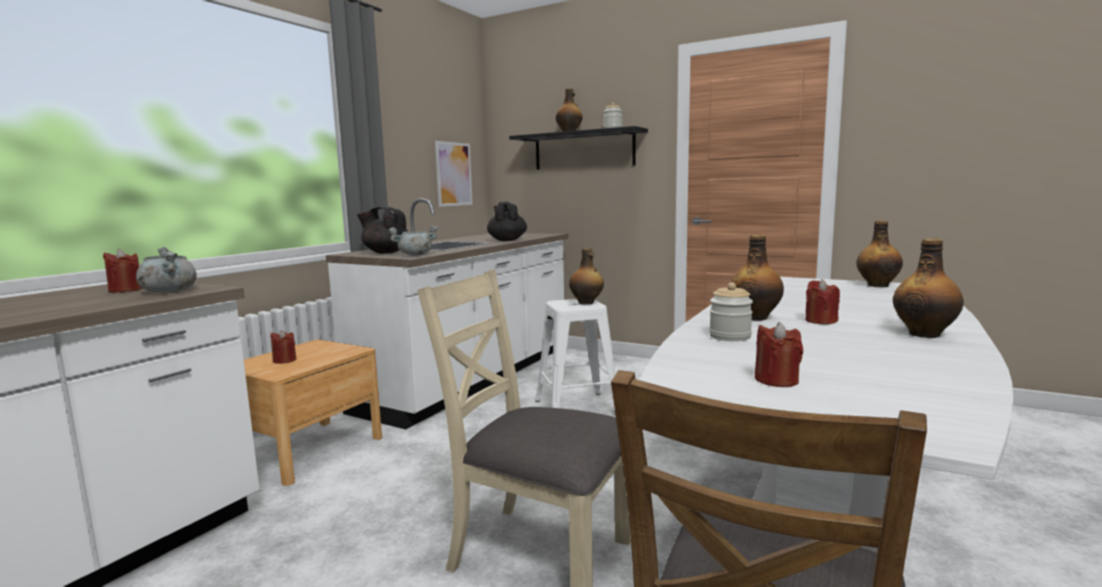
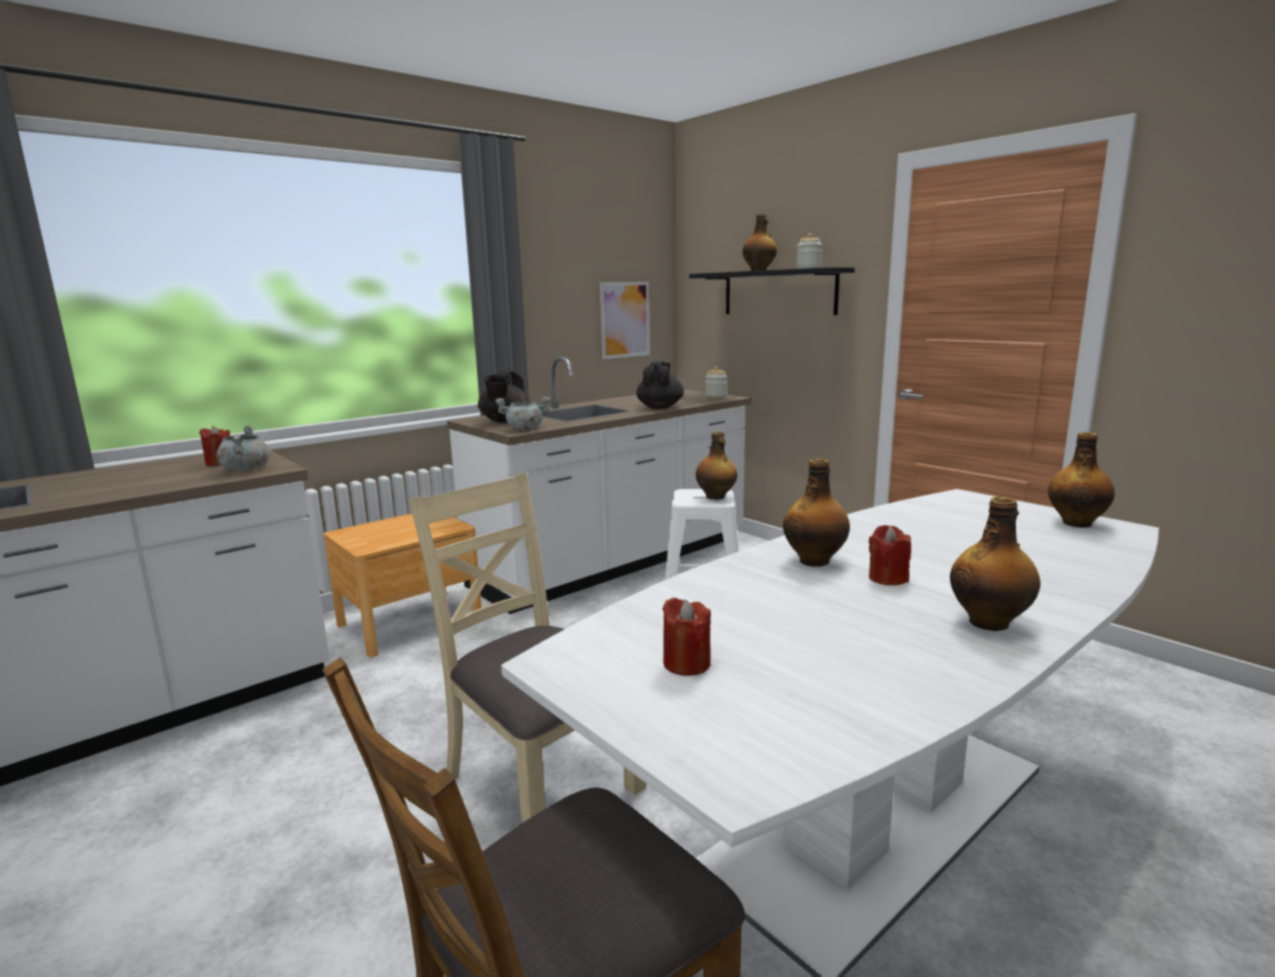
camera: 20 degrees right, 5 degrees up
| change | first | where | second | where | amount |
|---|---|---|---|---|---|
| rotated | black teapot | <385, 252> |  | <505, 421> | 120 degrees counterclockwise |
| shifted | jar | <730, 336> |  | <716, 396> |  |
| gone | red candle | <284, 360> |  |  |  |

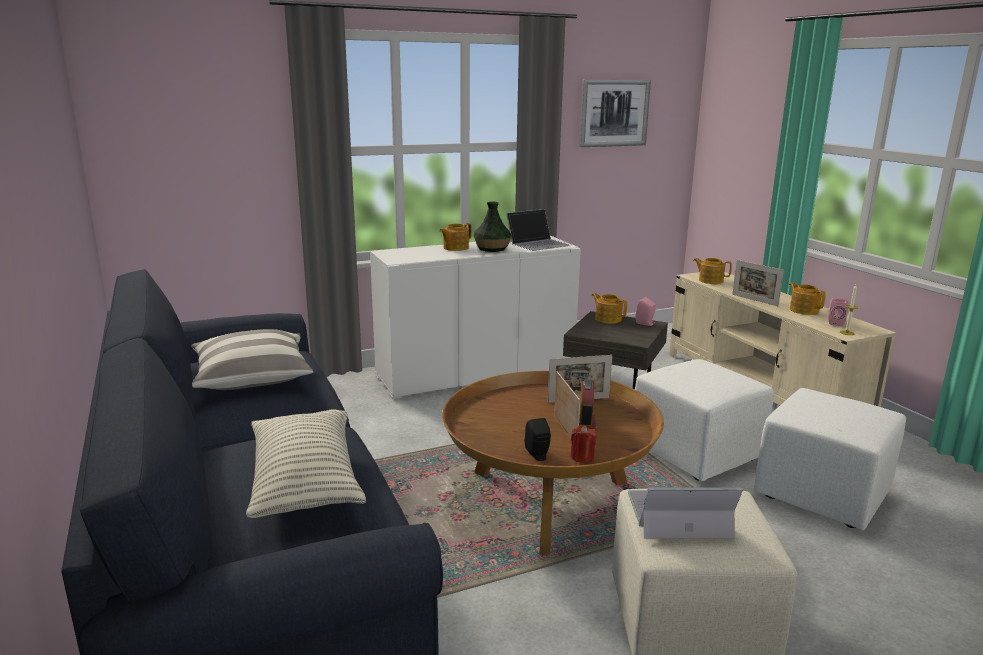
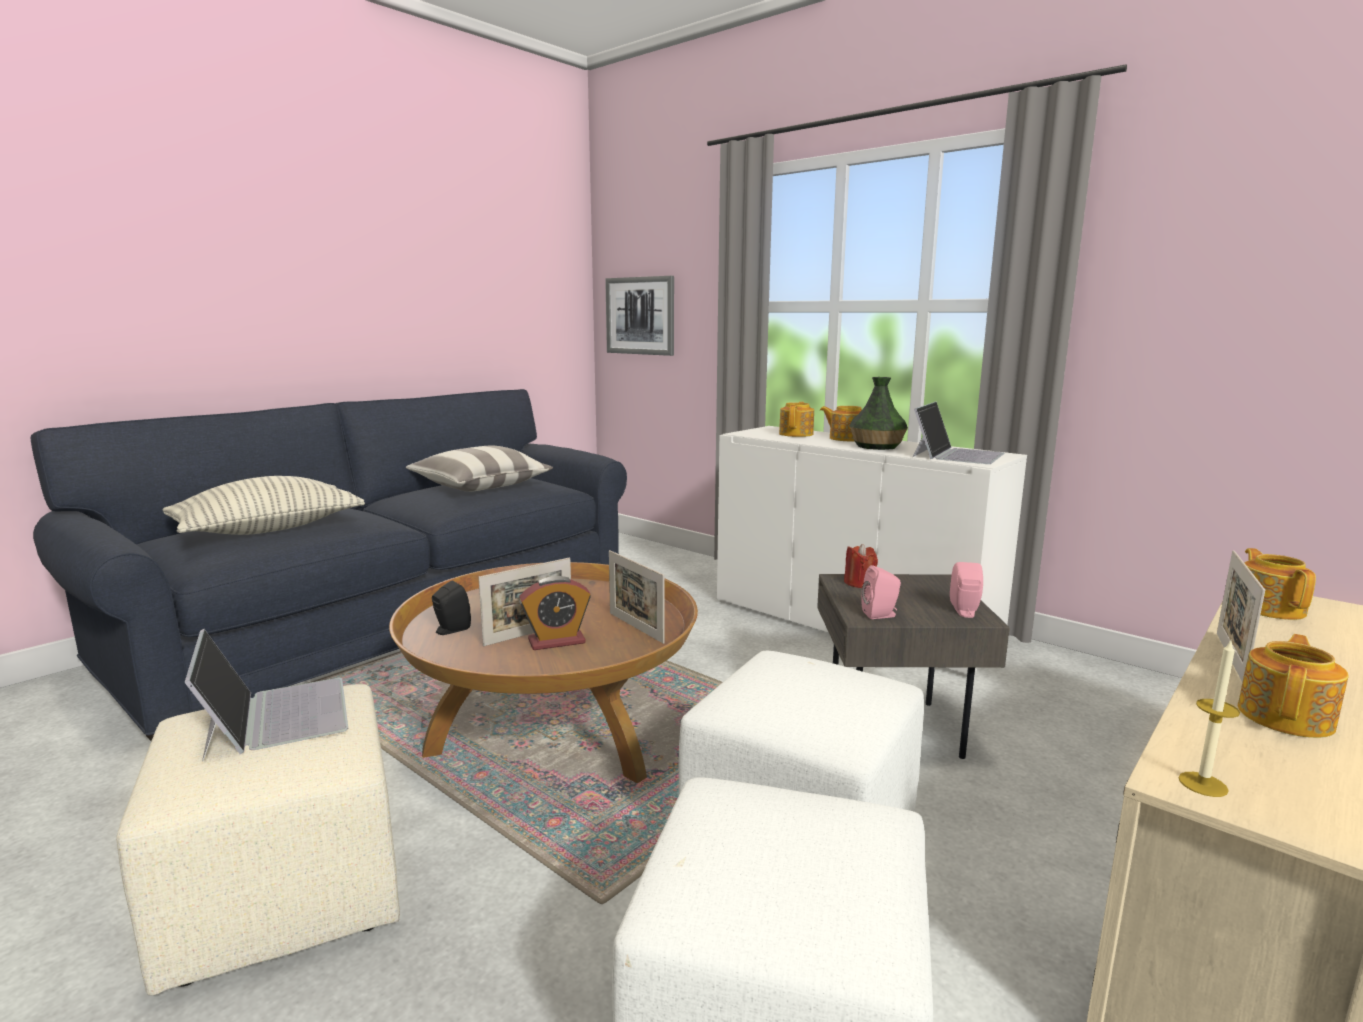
camera: 65 degrees right, 5 degrees down
| change | first | where | second | where | amount |
|---|---|---|---|---|---|
| shifted | picture | <614, 113> |  | <640, 316> |  |
| shifted | teapot | <607, 319> |  | <796, 434> |  |
| shifted | red candle | <582, 457> |  | <859, 583> |  |
| shifted | pink speaker | <834, 323> |  | <881, 615> |  |
| rotated | laptop | <537, 243> |  | <957, 455> | 90 degrees counterclockwise |

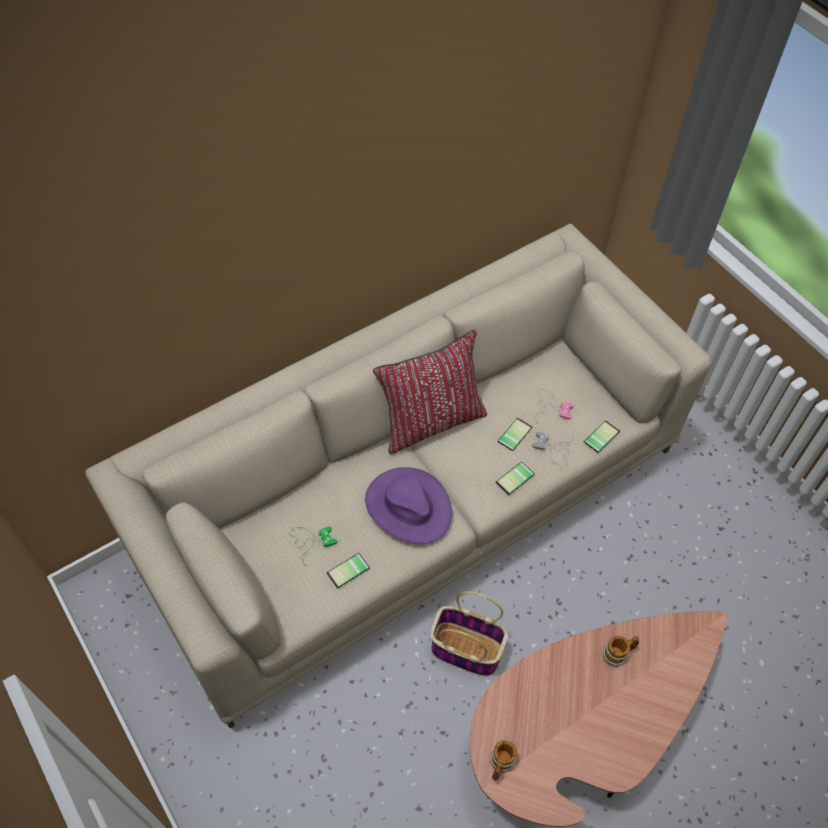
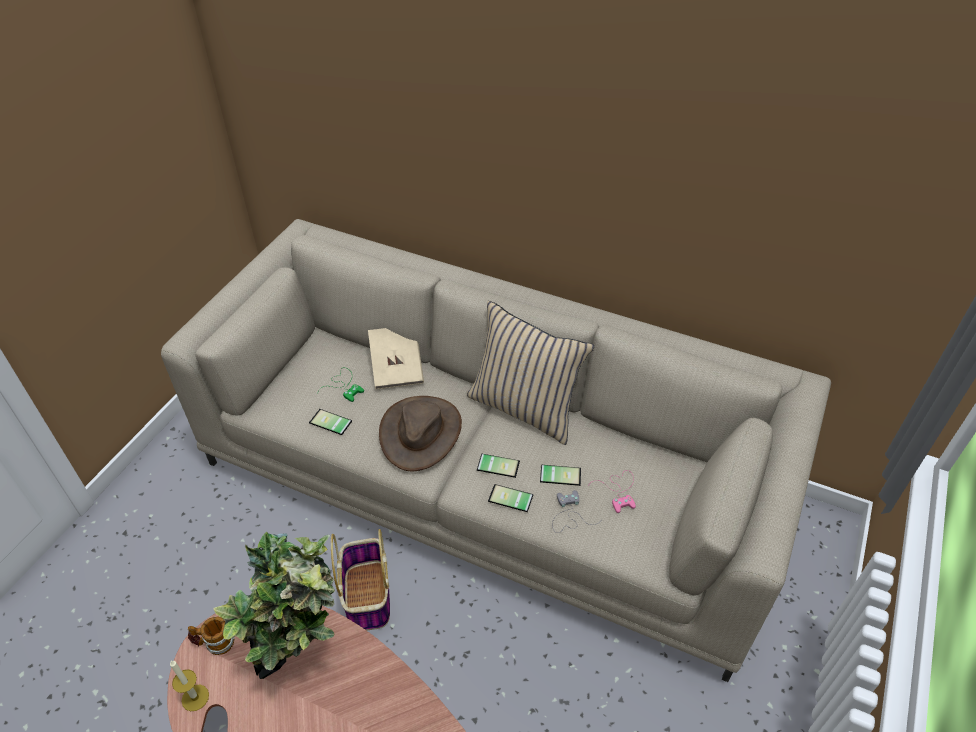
camera: 60 degrees right, 10 degrees down
| change | first | where | second | where | amount |
|---|---|---|---|---|---|
| new |  |  | candle | <195, 697> |  |
| new |  |  | potted plant | <302, 658> |  |
| new |  |  | beige book | <397, 368> |  |
| repainted | purple hat | <408, 507> | brown hat | <420, 432> |  |
| repainted | red pillow | <430, 421> | beige pillow | <525, 408> |  |
| shifted | phone | <600, 435> |  | <498, 464> |  |
| gone | mug | <619, 653> |  |  |  |

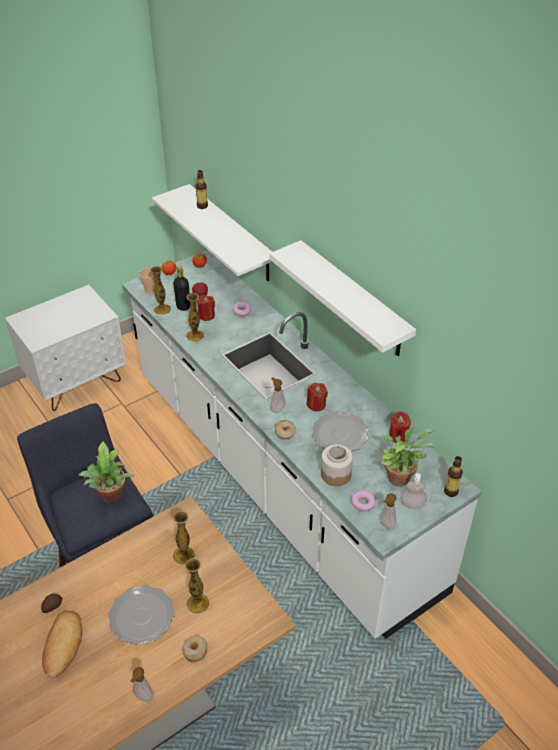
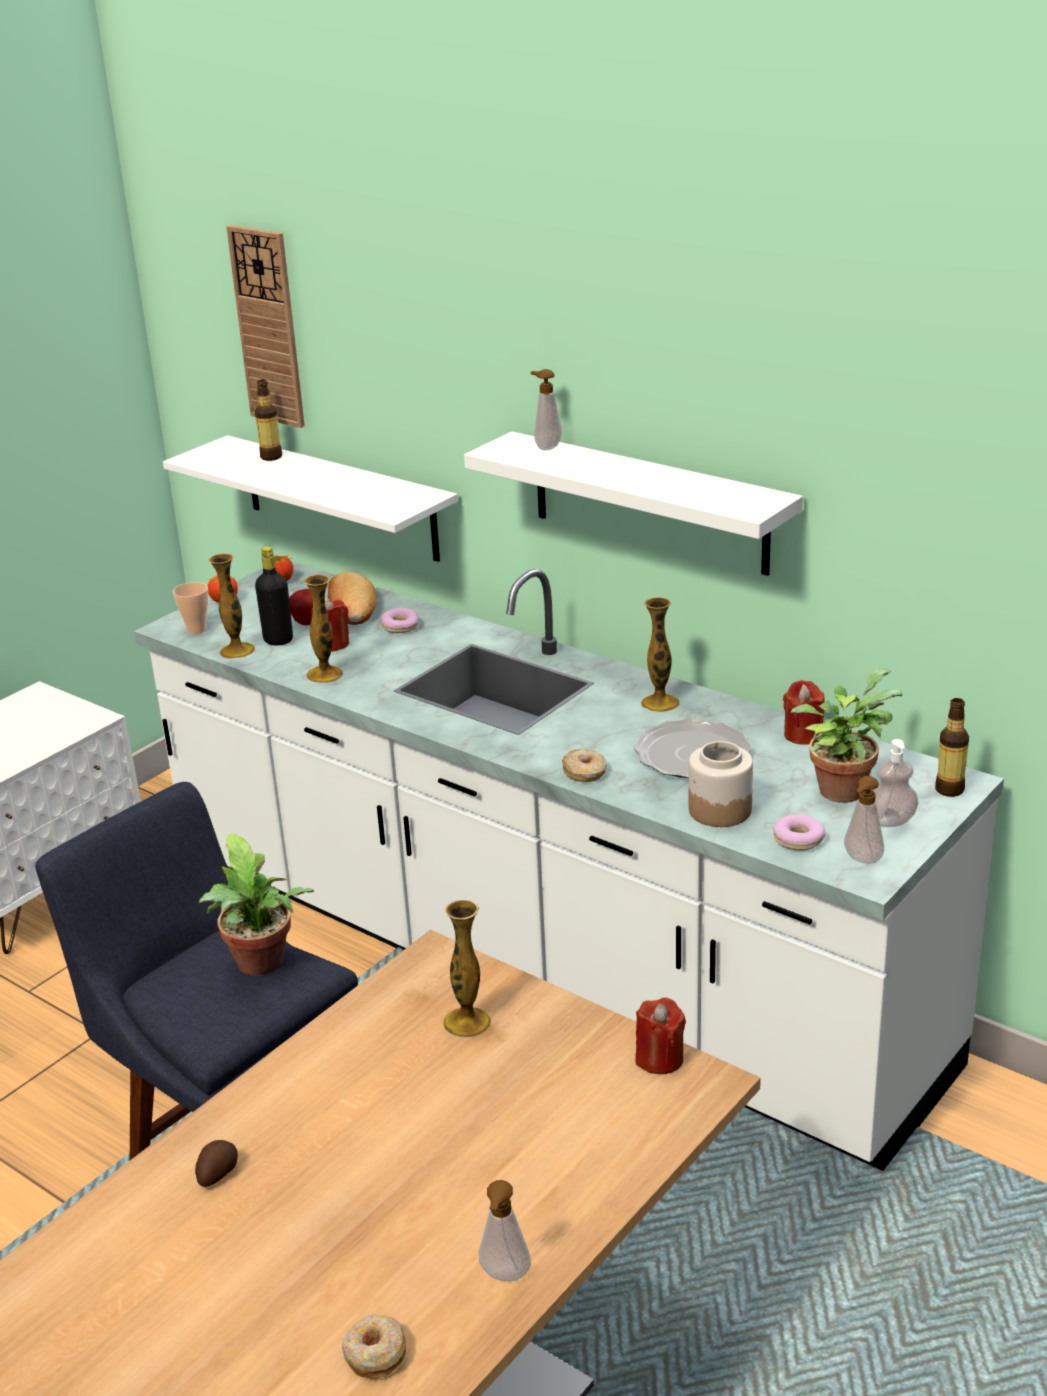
camera: 15 degrees left, 15 degrees down
| change | first | where | second | where | amount |
|---|---|---|---|---|---|
| new |  |  | wall clock | <268, 327> |  |
| shifted | bread | <62, 645> |  | <351, 606> |  |
| shifted | donut | <195, 651> |  | <375, 1354> |  |
| shifted | soap dispenser | <276, 409> |  | <546, 447> |  |
| shifted | red candle | <316, 404> |  | <659, 1058> |  |
| shifted | vase | <198, 603> |  | <660, 703> |  |
| gone | plate | <141, 616> |  |  |  |

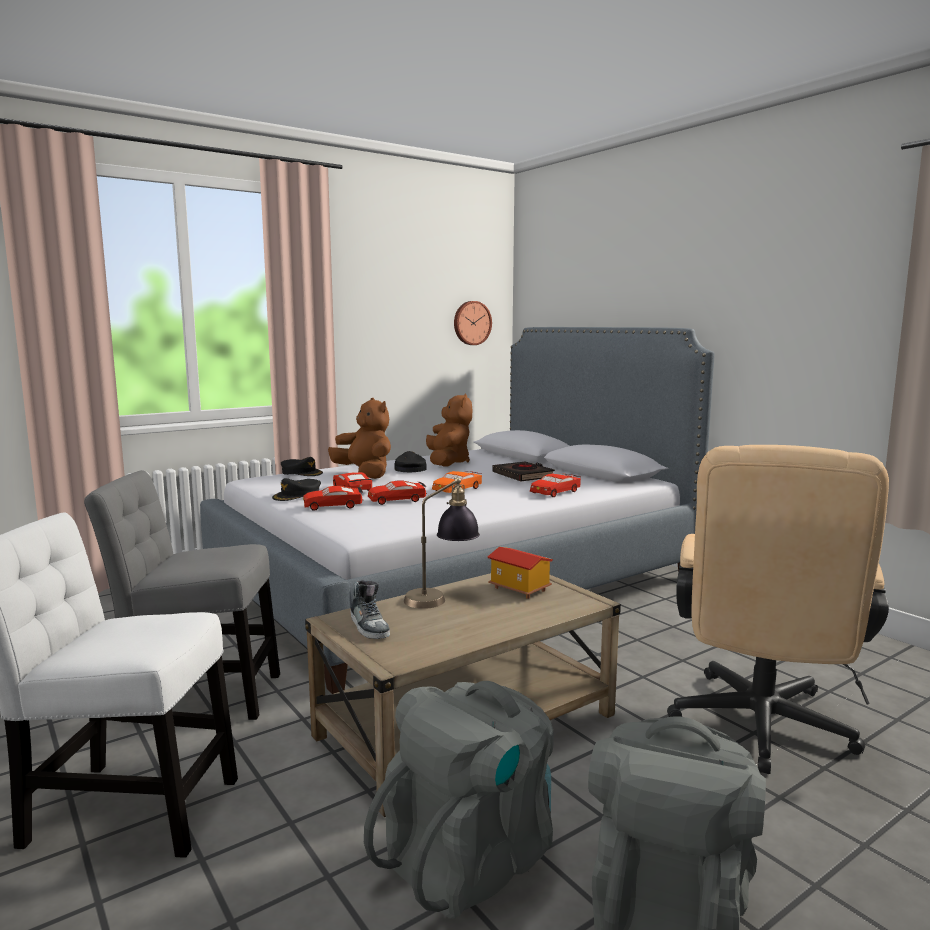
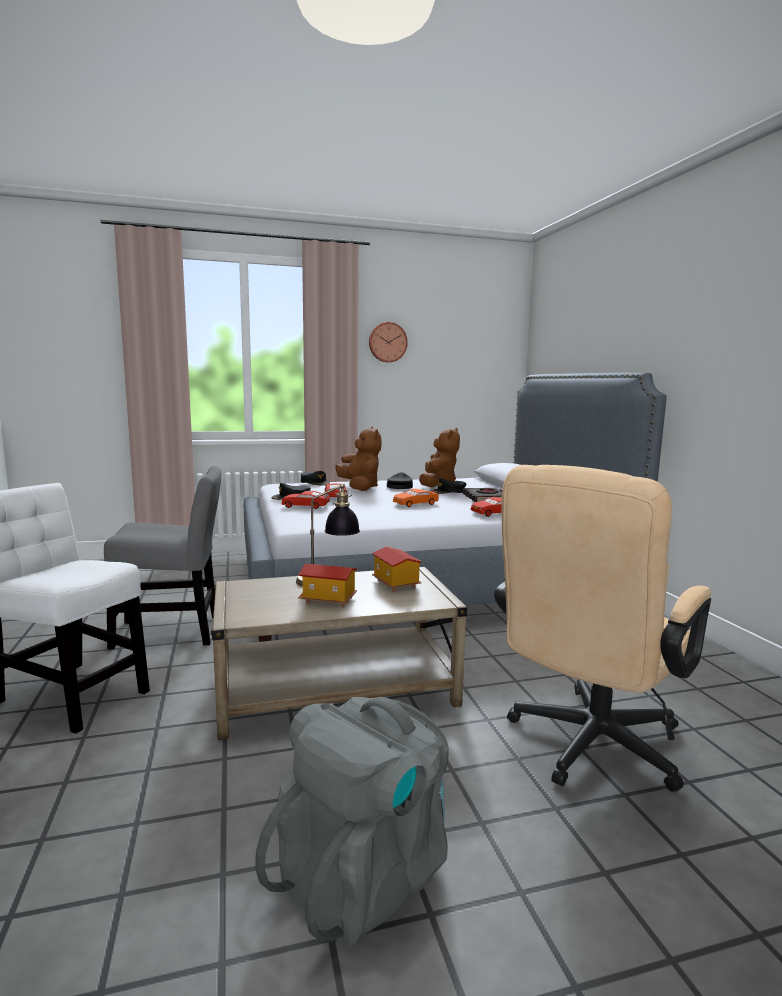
camera: 20 degrees right, 0 degrees up
| change | first | where | second | where | amount |
|---|---|---|---|---|---|
| rotated | grey chair | <197, 696> |  | <173, 632> | 150 degrees clockwise |
| new |  |  | toy house | <328, 600> |  |
| shifted | wall clock | <471, 323> |  | <387, 342> |  |
| new |  |  | black cap | <449, 491> |  |
| gone | shoe | <369, 626> |  |  |  |
| gone | grey backpack | <470, 858> |  |  |  |
| gone | red toy car | <397, 500> |  |  |  |

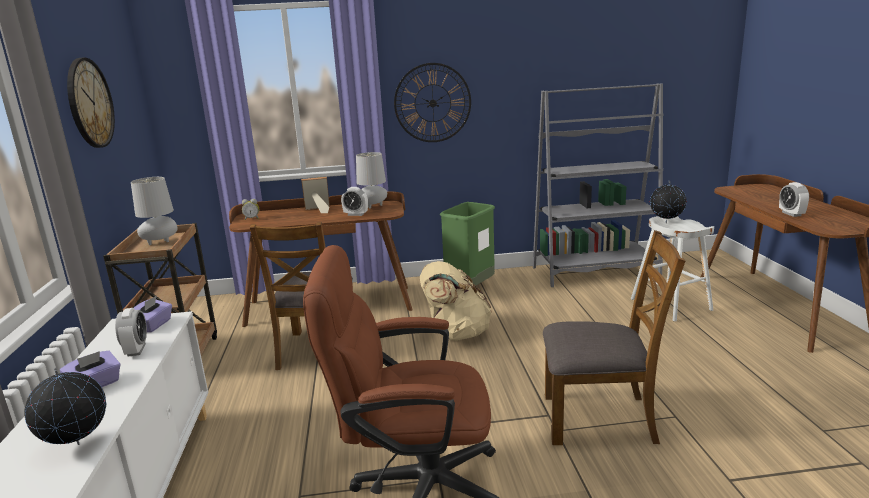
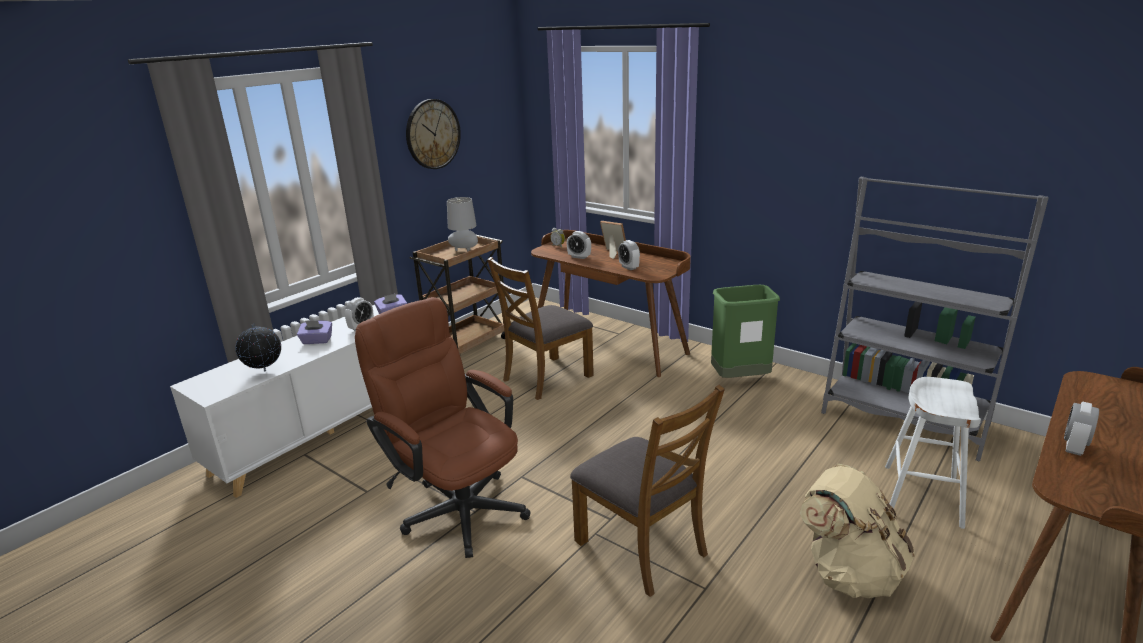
camera: 45 degrees right, 5 degrees up
| change | first | where | second | where | amount |
|---|---|---|---|---|---|
| new |  |  | alarm clock | <579, 257> |  |
| shifted | beige backpack | <455, 333> |  | <849, 573> |  |
| gone | grey table lamp | <373, 207> |  |  |  |
| gone | wall clock | <432, 103> |  |  |  |
| gone | globe | <666, 222> |  |  |  |

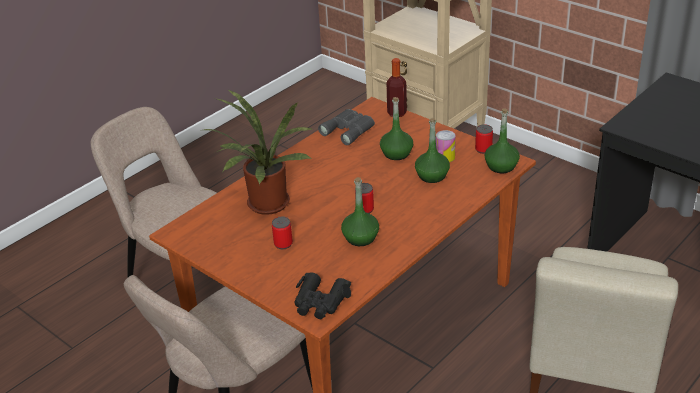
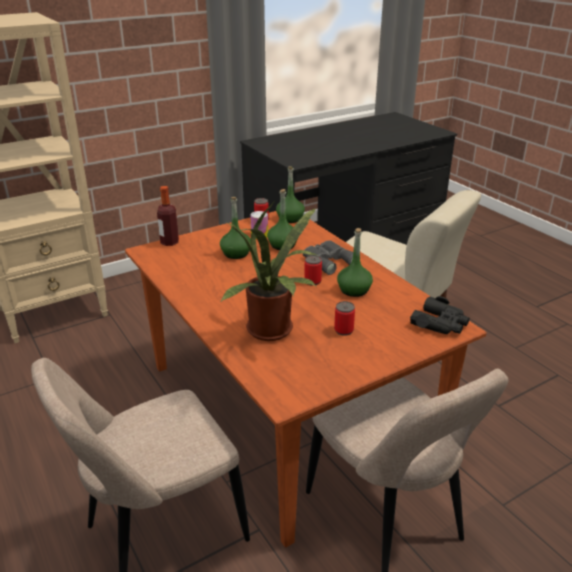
camera: 75 degrees left, 5 degrees down
| change | first | where | second | where | amount |
|---|---|---|---|---|---|
| shifted | grey binoculars | <349, 130> |  | <328, 260> |  |

